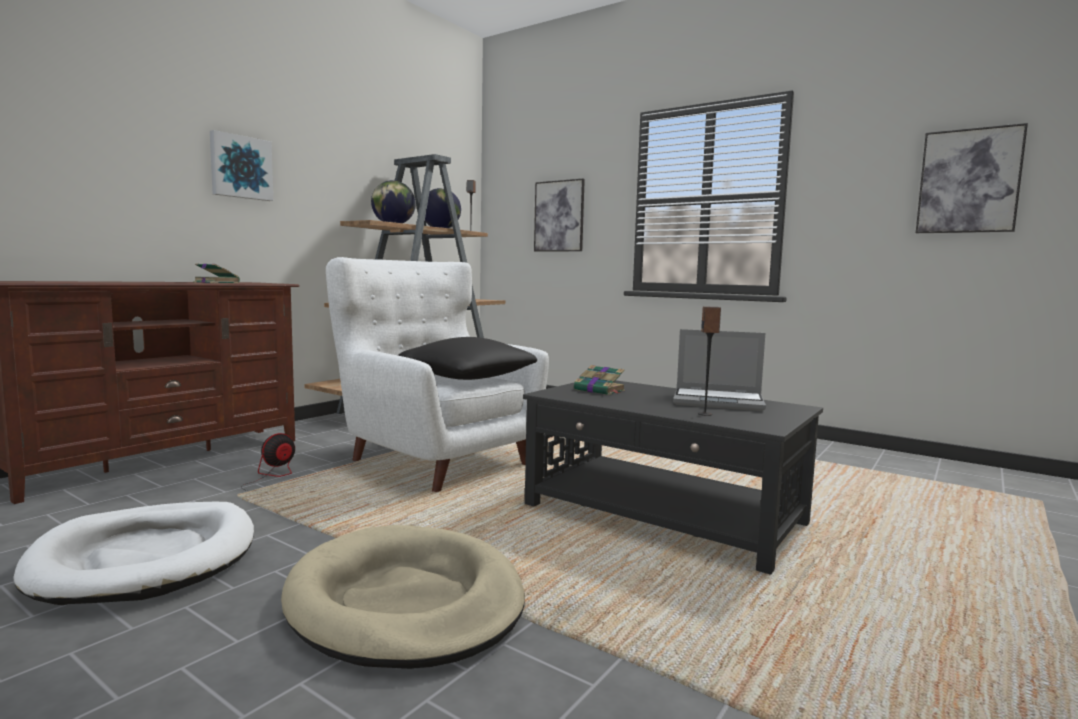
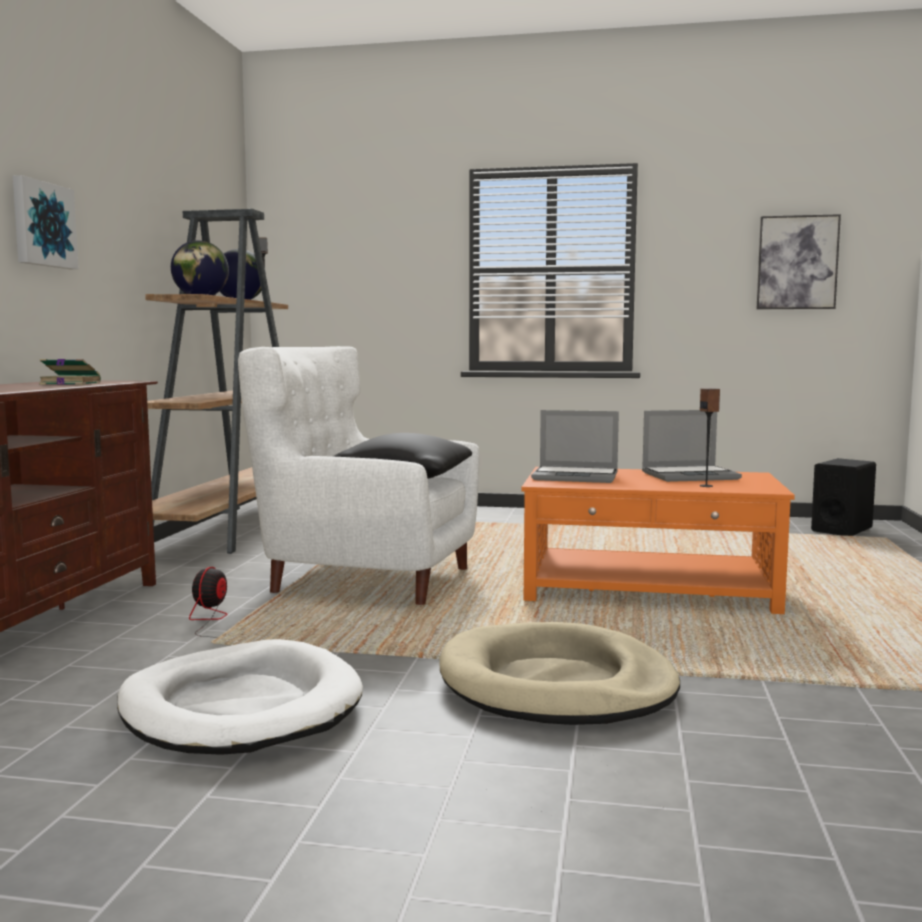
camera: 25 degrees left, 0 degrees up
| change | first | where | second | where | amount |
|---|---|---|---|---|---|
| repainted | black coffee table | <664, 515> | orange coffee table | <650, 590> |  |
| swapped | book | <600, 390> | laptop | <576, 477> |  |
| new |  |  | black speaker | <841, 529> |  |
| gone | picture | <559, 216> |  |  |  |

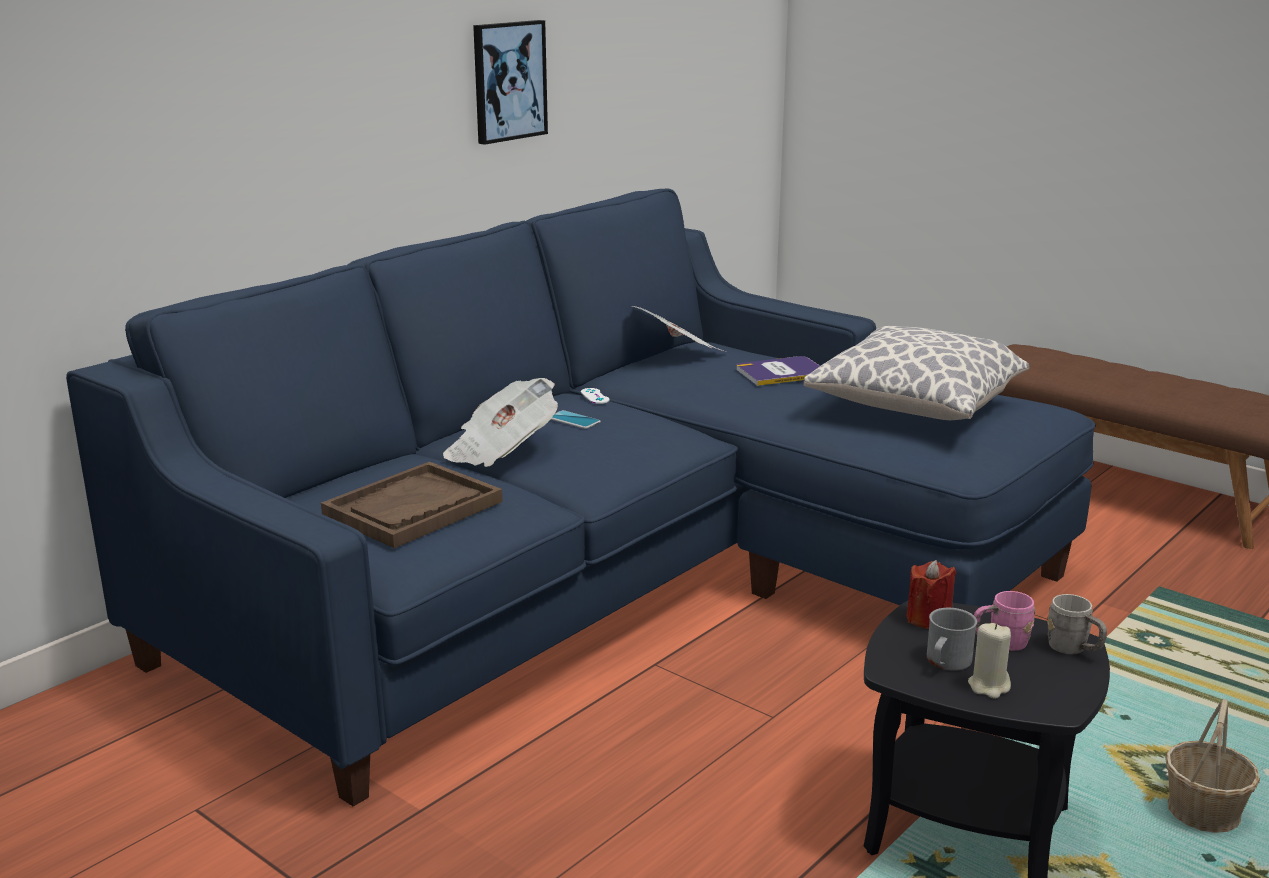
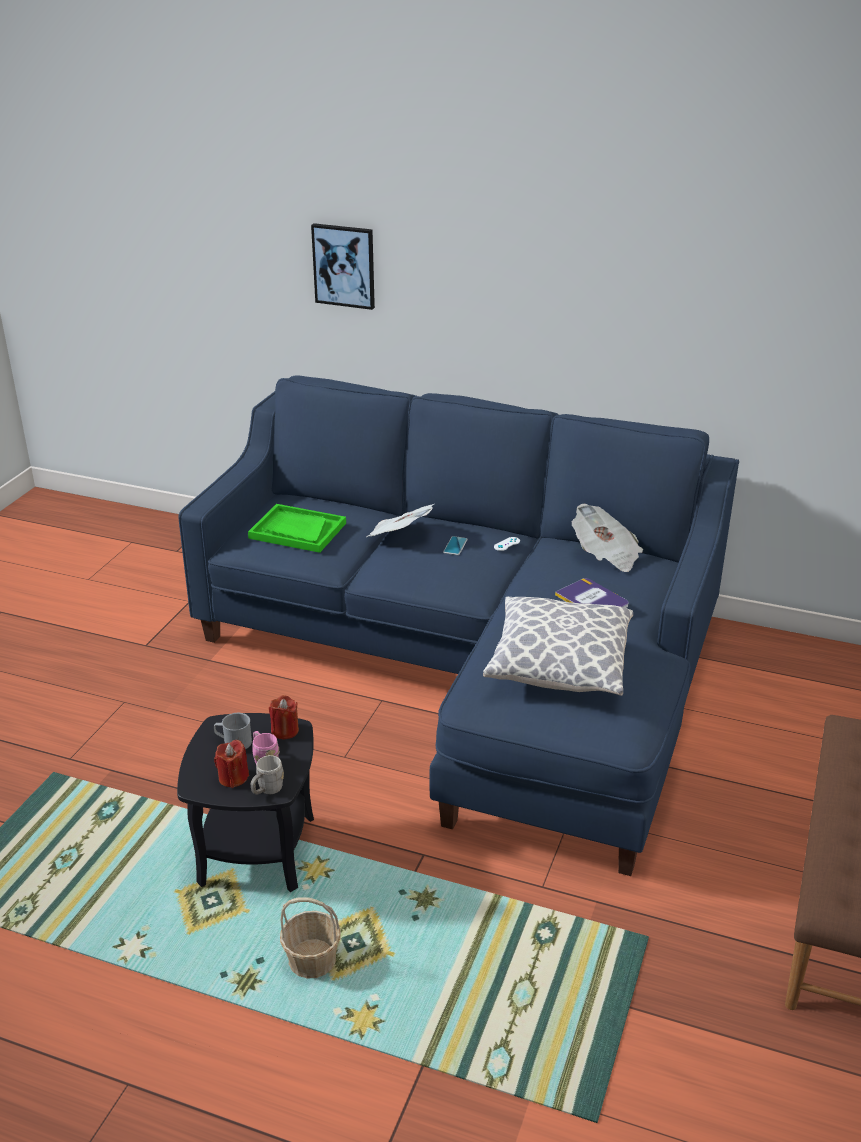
camera: 70 degrees right, 10 degrees up
| change | first | where | second | where | amount |
|---|---|---|---|---|---|
| new |  |  | red candle | <233, 777> |  |
| repainted | brown tray | <413, 509> | green tray | <297, 531> |  |
| shifted | picture | <508, 81> |  | <344, 265> |  |
| gone | beige candle | <989, 686> |  |  |  |

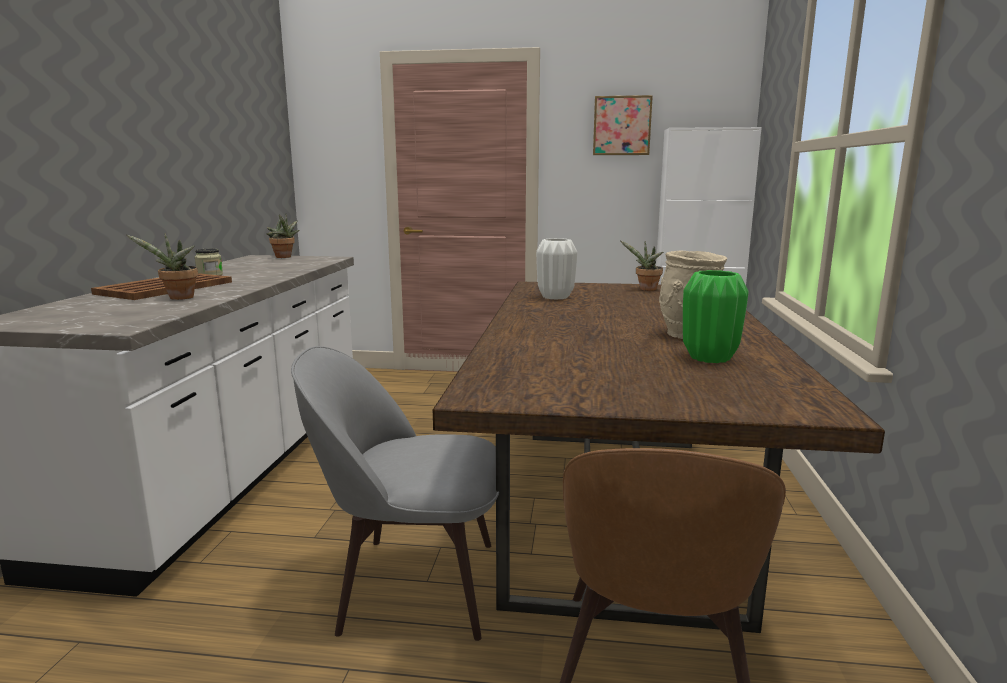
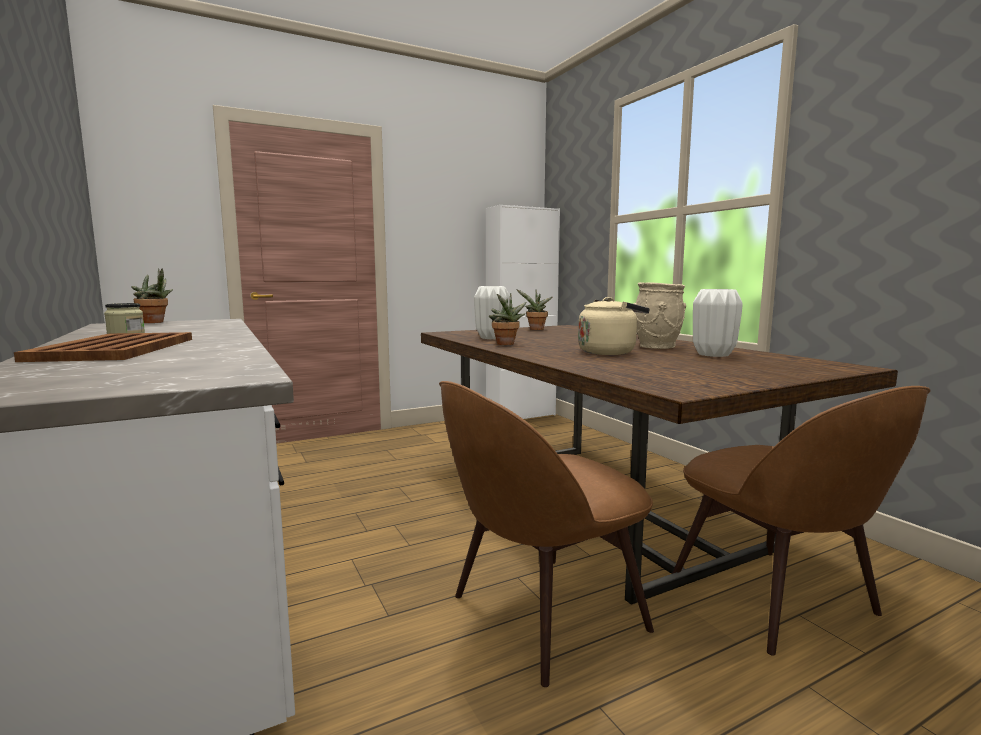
camera: 35 degrees left, 5 degrees down
| change | first | where | second | where | amount |
|---|---|---|---|---|---|
| repainted | grey chair | <412, 584> | brown chair | <541, 615> |  |
| shifted | potted plant | <178, 298> |  | <506, 344> |  |
| new |  |  | beige kettle | <609, 352> |  |
| repainted | green vase | <710, 358> | white vase | <713, 354> |  |
| gone | picture | <621, 126> |  |  |  |

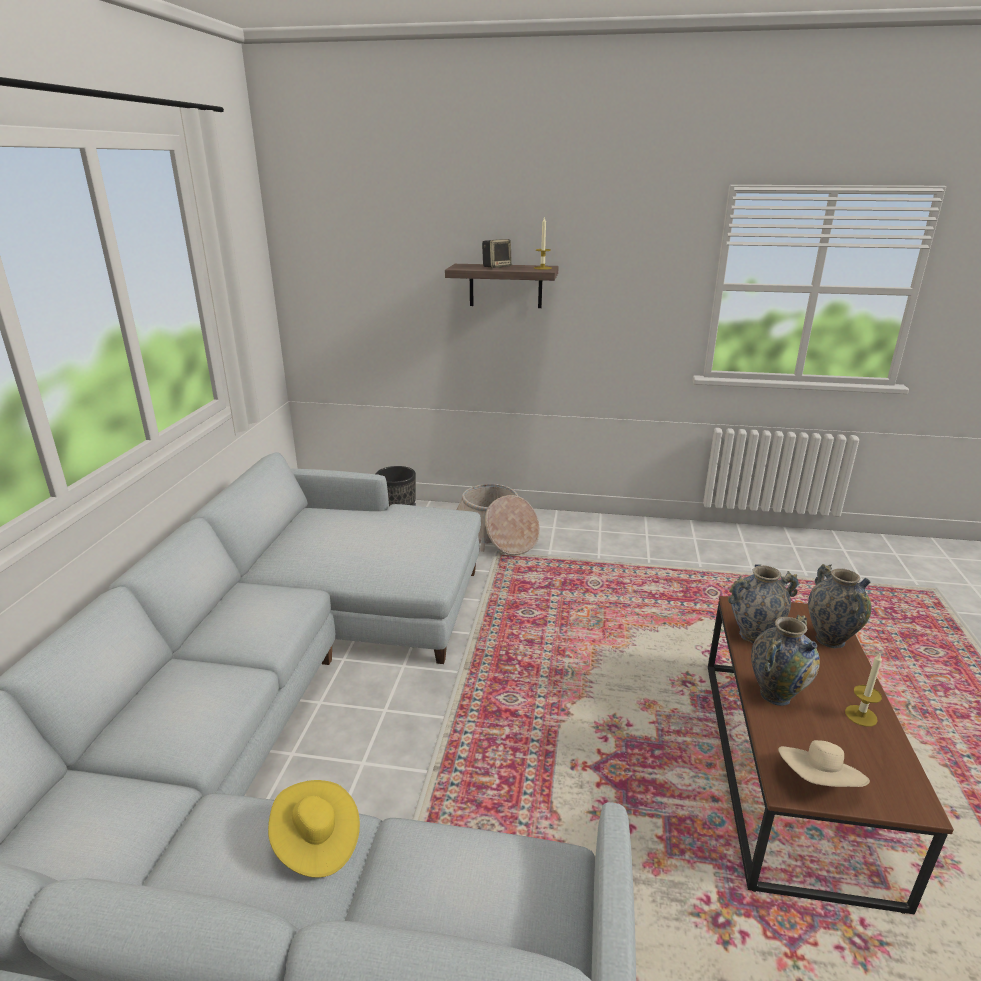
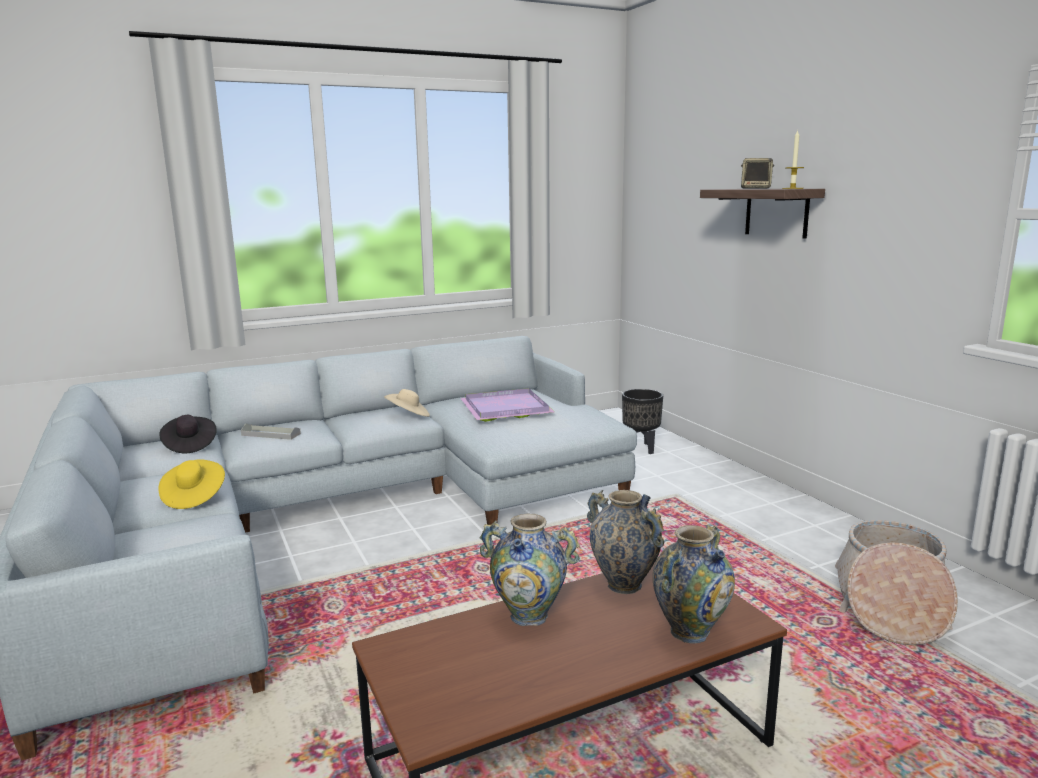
camera: 55 degrees right, 10 degrees down
| change | first | where | second | where | amount |
|---|---|---|---|---|---|
| new |  |  | black hat | <189, 445> |  |
| new |  |  | grey tray | <271, 434> |  |
| shifted | beige hat | <818, 783> |  | <408, 416> |  |
| new |  |  | purple tray | <505, 409> |  |
| shifted | basket | <496, 536> |  | <890, 605> |  |
| gone | candle | <861, 715> |  |  |  |

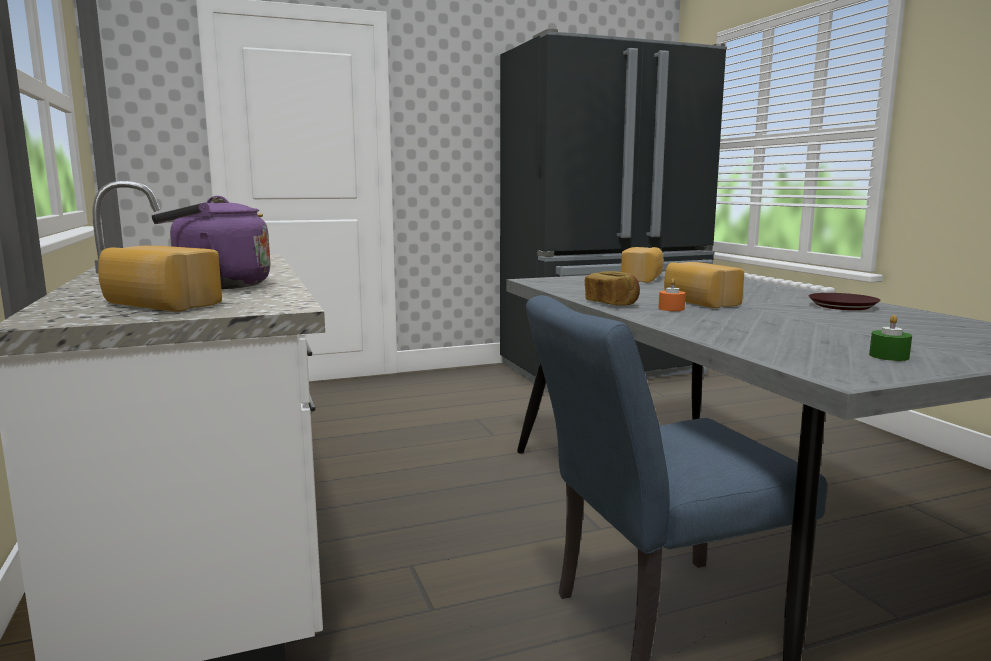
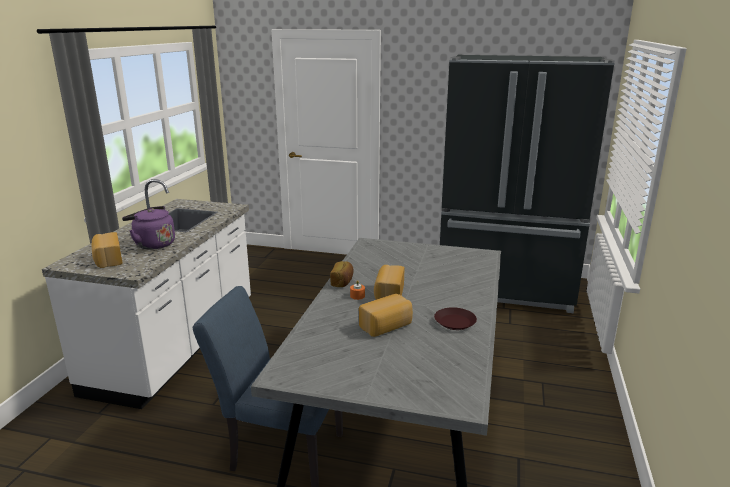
camera: 35 degrees right, 10 degrees up
| change | first | where | second | where | amount |
|---|---|---|---|---|---|
| shifted | bread | <643, 279> |  | <386, 326> |  |
| gone | green candle | <889, 356> |  |  |  |

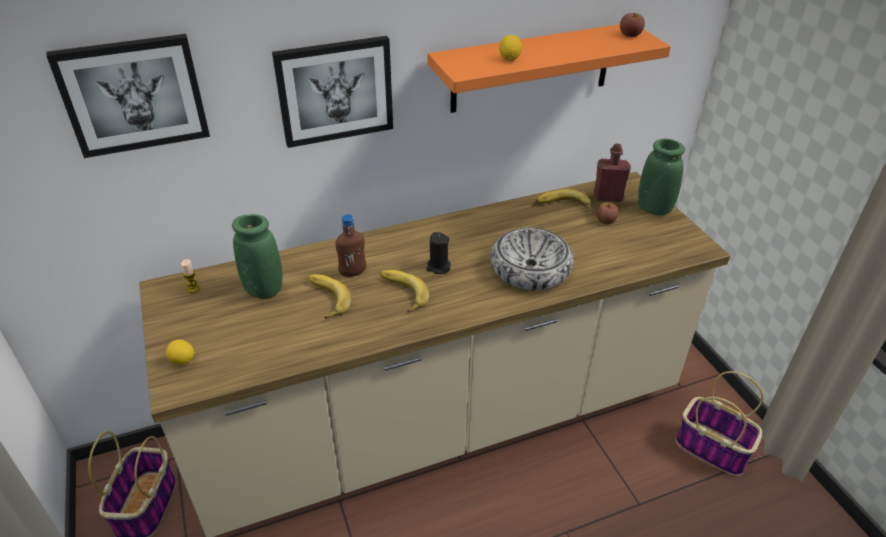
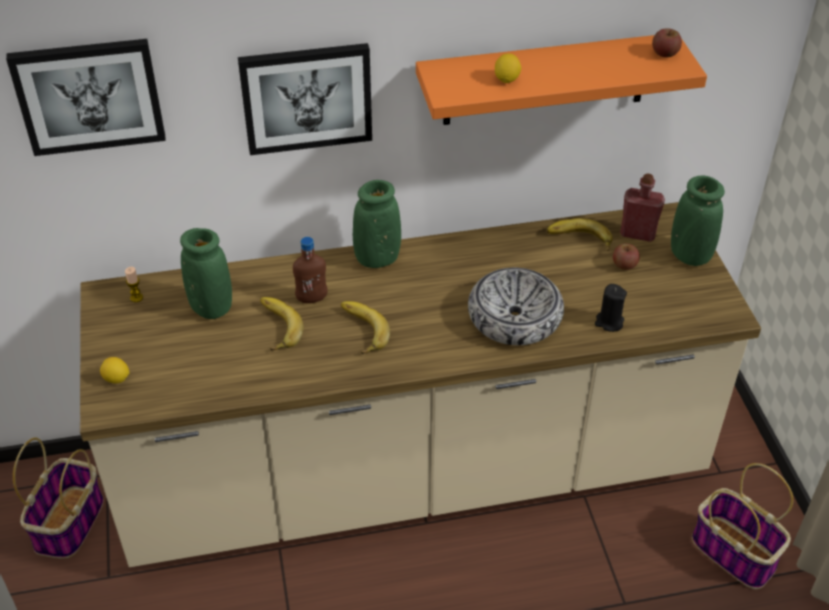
camera: 10 degrees right, 5 degrees up
| change | first | where | second | where | amount |
|---|---|---|---|---|---|
| new |  |  | green vase | <377, 258> |  |
| shifted | black candle | <438, 267> |  | <609, 322> |  |

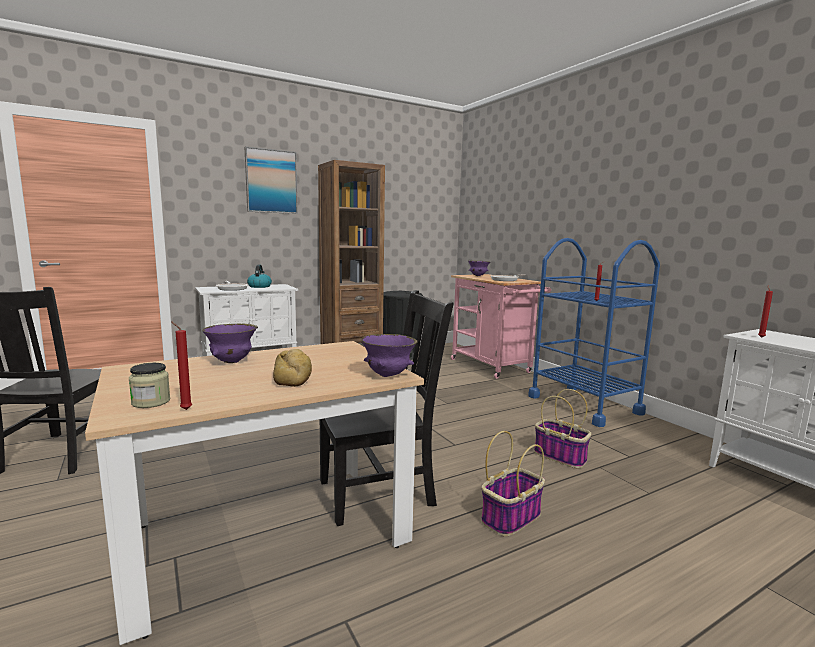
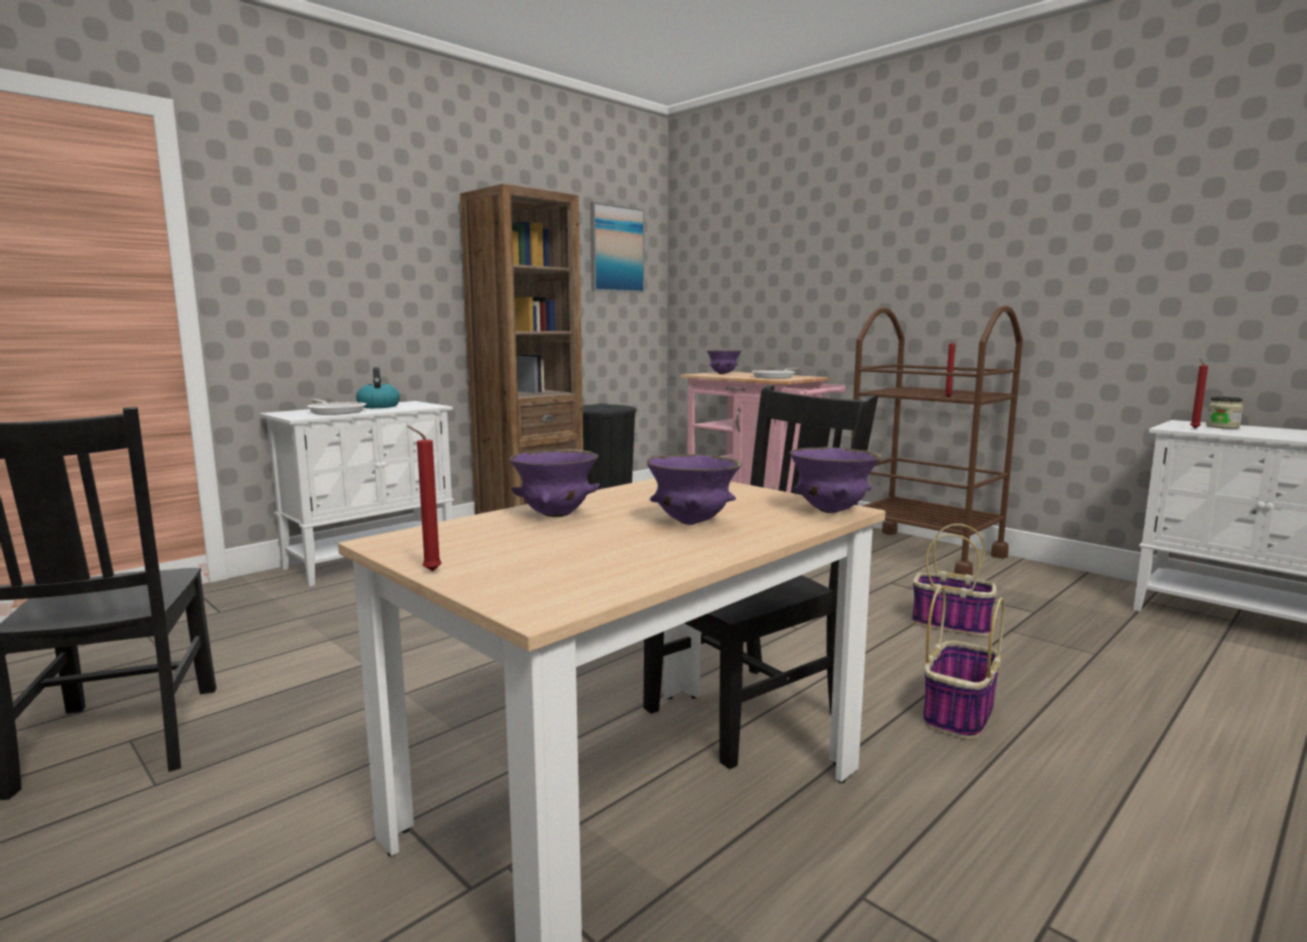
camera: 15 degrees left, 0 degrees up
| change | first | where | second | where | amount |
|---|---|---|---|---|---|
| shifted | red candle | <184, 409> |  | <429, 571> |  |
| shifted | picture | <271, 181> |  | <616, 249> |  |
| swapped | bread | <293, 374> | purple bowl | <692, 523> |  |
| repainted | blue cart | <584, 405> | brown cart | <922, 553> |  |
| shifted | jar | <151, 402> |  | <1222, 427> |  |

